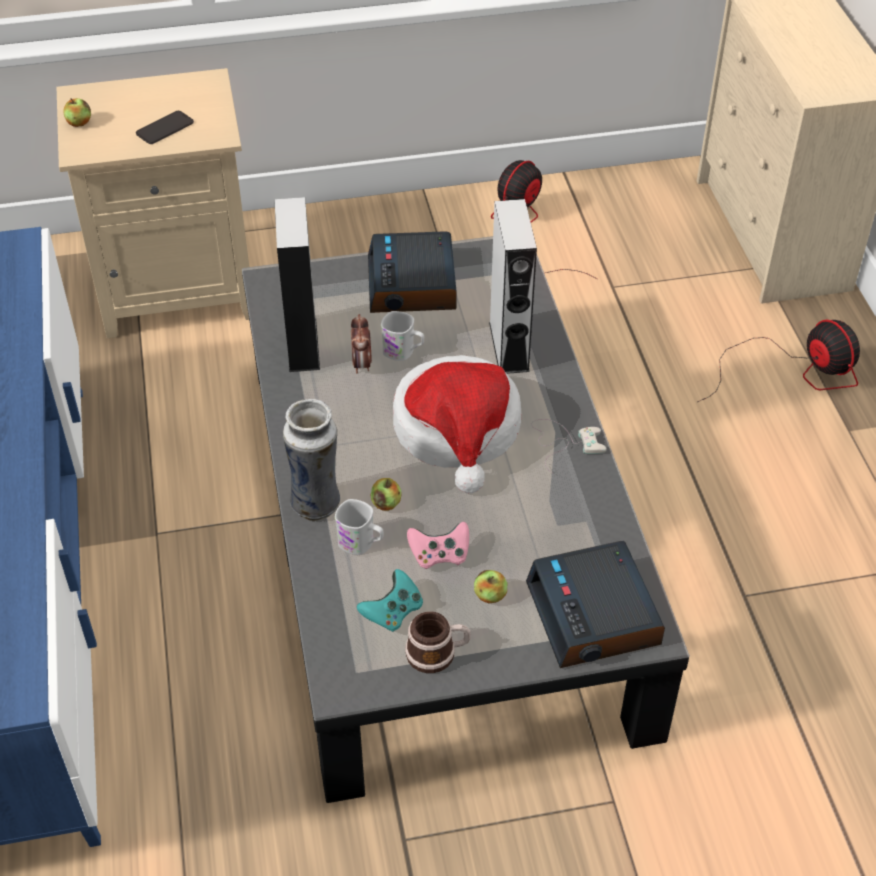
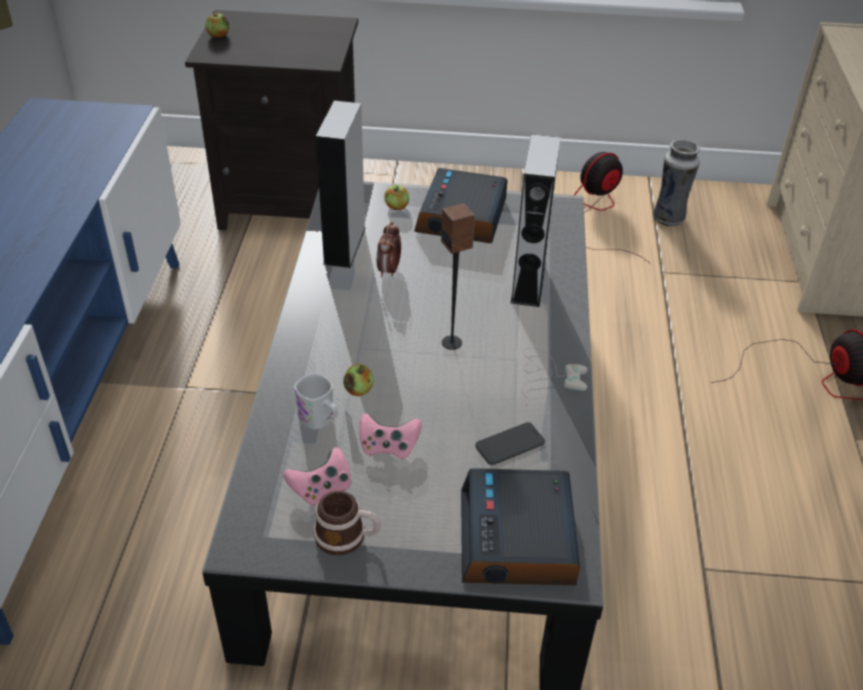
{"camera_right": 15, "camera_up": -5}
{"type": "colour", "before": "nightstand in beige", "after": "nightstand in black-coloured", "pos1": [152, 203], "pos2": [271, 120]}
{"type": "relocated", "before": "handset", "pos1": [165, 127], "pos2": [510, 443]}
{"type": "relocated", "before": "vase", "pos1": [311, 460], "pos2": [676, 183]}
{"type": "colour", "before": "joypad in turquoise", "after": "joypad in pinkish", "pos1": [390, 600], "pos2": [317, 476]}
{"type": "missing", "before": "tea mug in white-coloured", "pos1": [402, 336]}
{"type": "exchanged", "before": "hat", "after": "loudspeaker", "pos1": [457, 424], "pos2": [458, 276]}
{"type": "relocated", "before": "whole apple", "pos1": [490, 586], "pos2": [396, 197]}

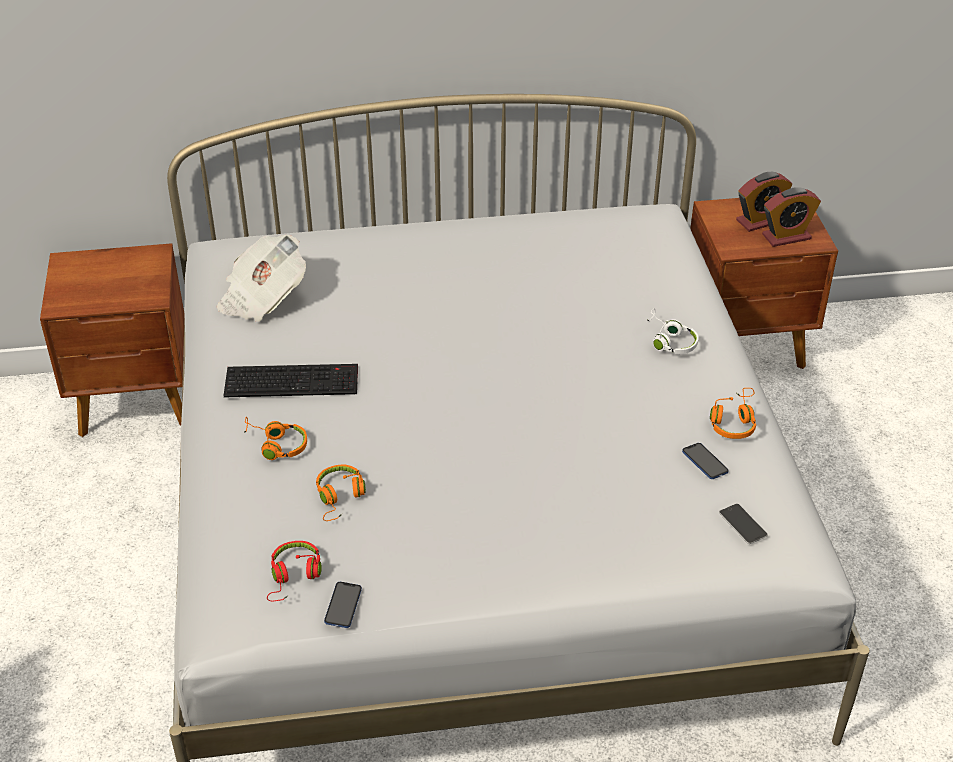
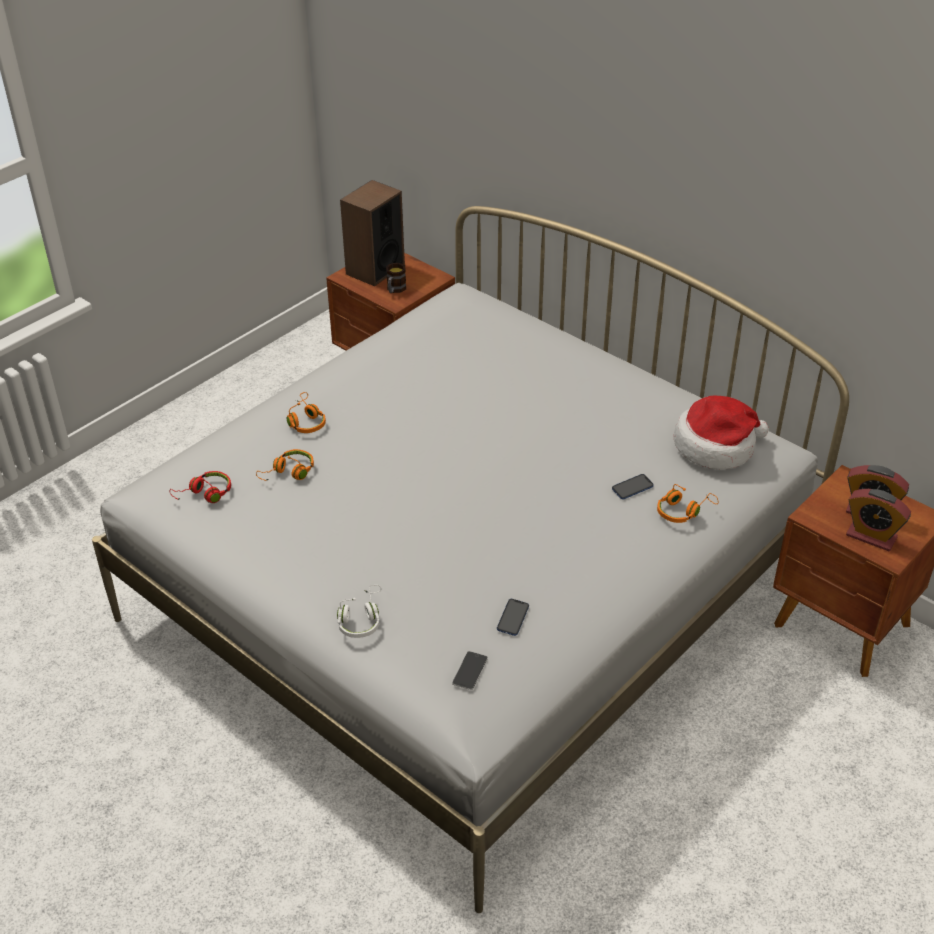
{"camera_right": 50, "camera_up": 0}
{"type": "missing", "before": "daily paper", "pos1": [261, 278]}
{"type": "missing", "before": "computer keyboard", "pos1": [290, 380]}
{"type": "relocated", "before": "handset", "pos1": [343, 605], "pos2": [633, 486]}
{"type": "relocated", "before": "headphones in white-coloured", "pos1": [673, 331], "pos2": [359, 611]}
{"type": "relocated", "before": "headphones in orangey", "pos1": [733, 413], "pos2": [687, 503]}
{"type": "appeared", "after": "loudspeaker", "pos2": [372, 233]}
{"type": "appeared", "after": "tea mug", "pos2": [396, 278]}
{"type": "appeared", "after": "hat", "pos2": [721, 432]}

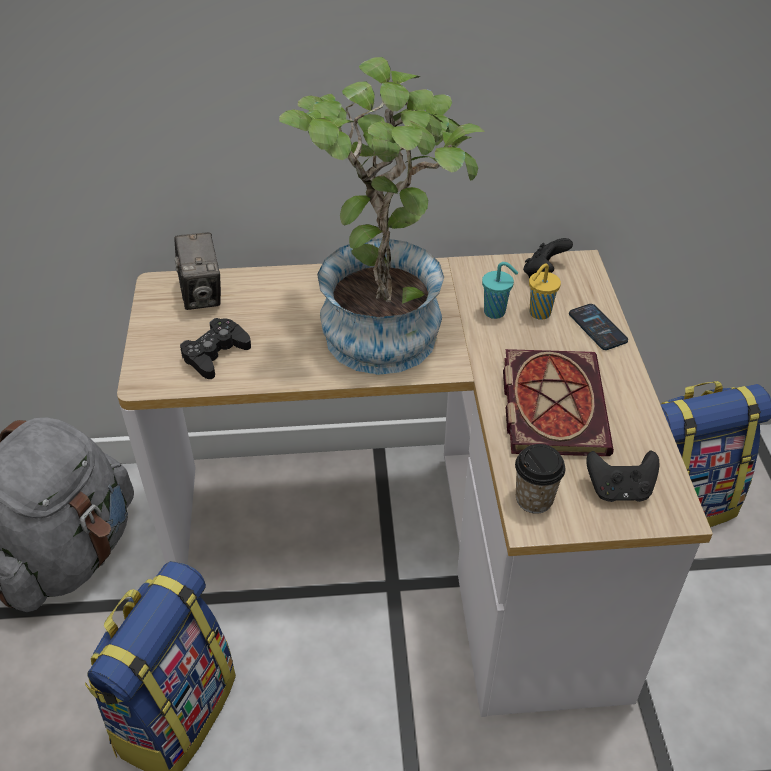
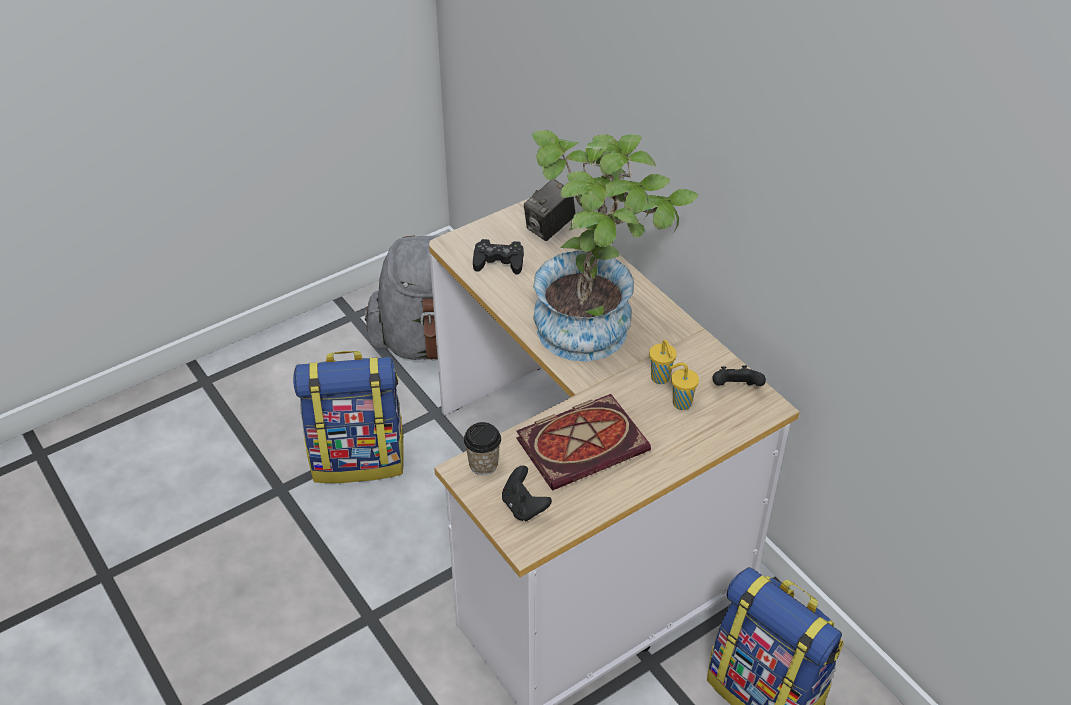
{"camera_right": 60, "camera_up": 0}
{"type": "colour", "before": "cup in turquoise", "after": "cup in yellowish", "pos1": [500, 290], "pos2": [663, 362]}
{"type": "missing", "before": "handset", "pos1": [598, 327]}

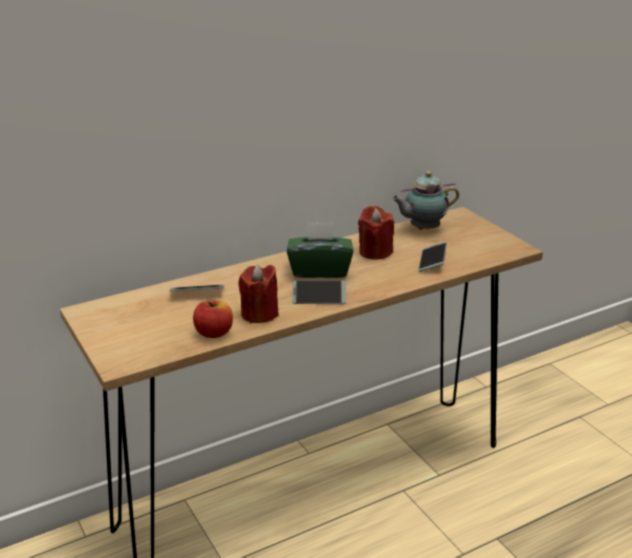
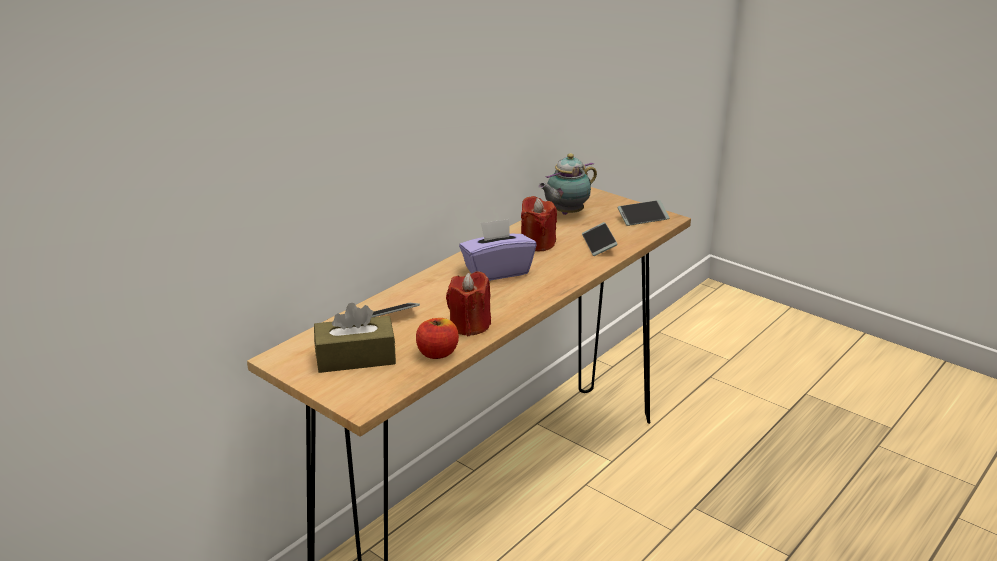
{"camera_right": -20, "camera_up": 0}
{"type": "colour", "before": "box of tissues in greenish", "after": "box of tissues in purplish", "pos1": [320, 250], "pos2": [498, 250]}
{"type": "relocated", "before": "handset", "pos1": [319, 292], "pos2": [644, 213]}
{"type": "appeared", "after": "box of tissues in brown", "pos2": [355, 338]}

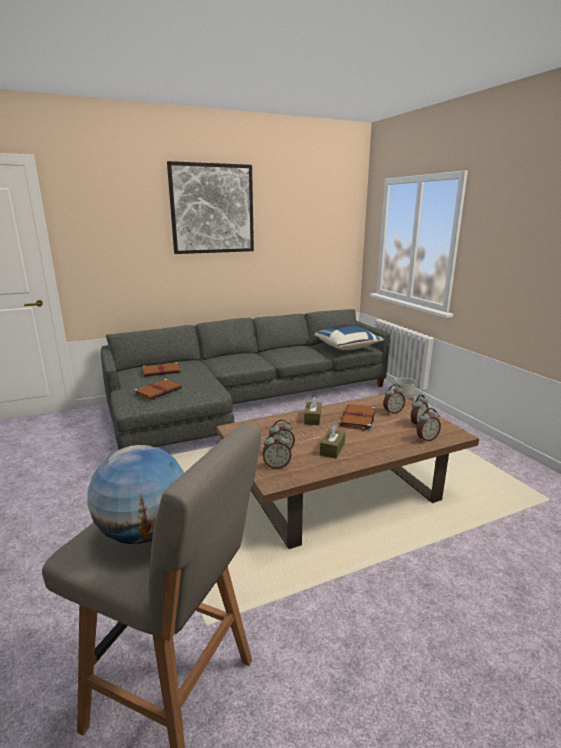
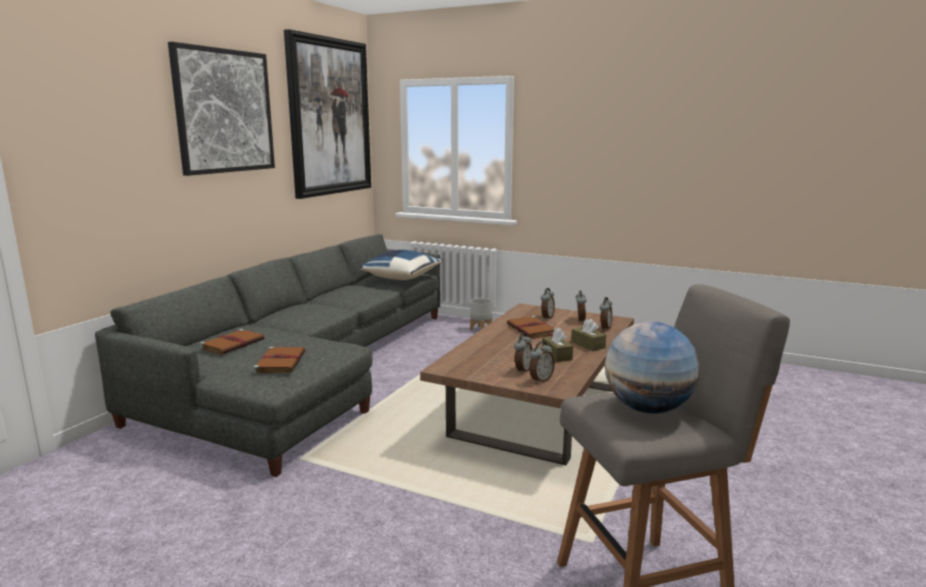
{"camera_right": -40, "camera_up": -5}
{"type": "relocated", "before": "box of tissues in brown", "pos1": [312, 411], "pos2": [588, 335]}
{"type": "appeared", "after": "wall picture", "pos2": [327, 114]}

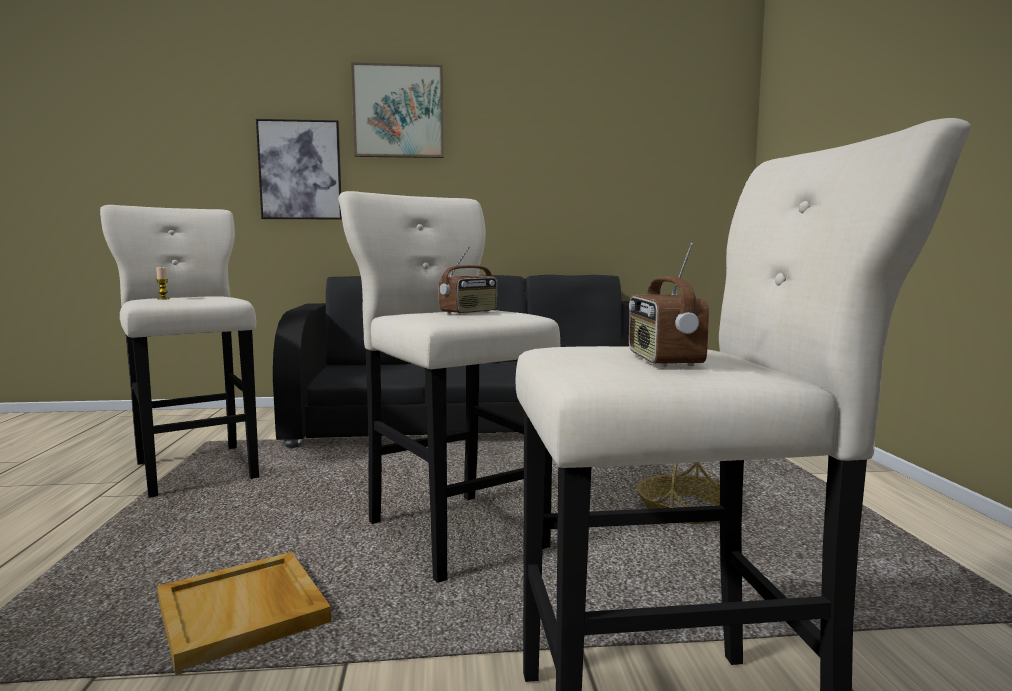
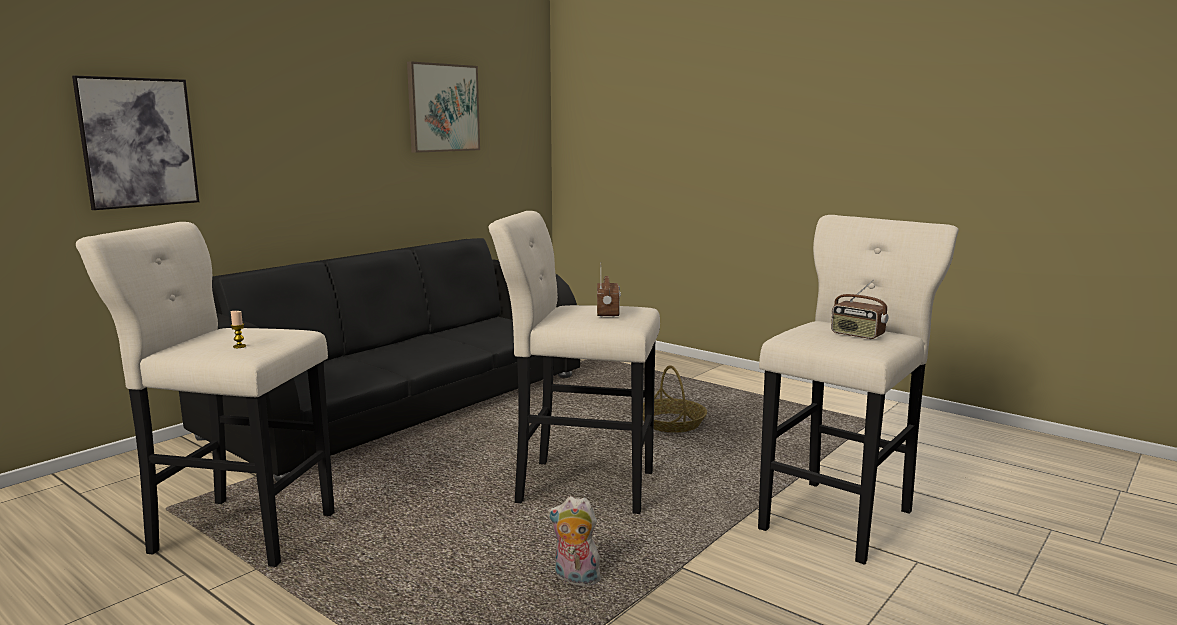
{"camera_right": -45, "camera_up": 5}
{"type": "exchanged", "before": "carrying tray in beige", "after": "soft toy", "pos1": [244, 614], "pos2": [574, 541]}
{"type": "relocated", "before": "wall picture", "pos1": [397, 110], "pos2": [443, 107]}

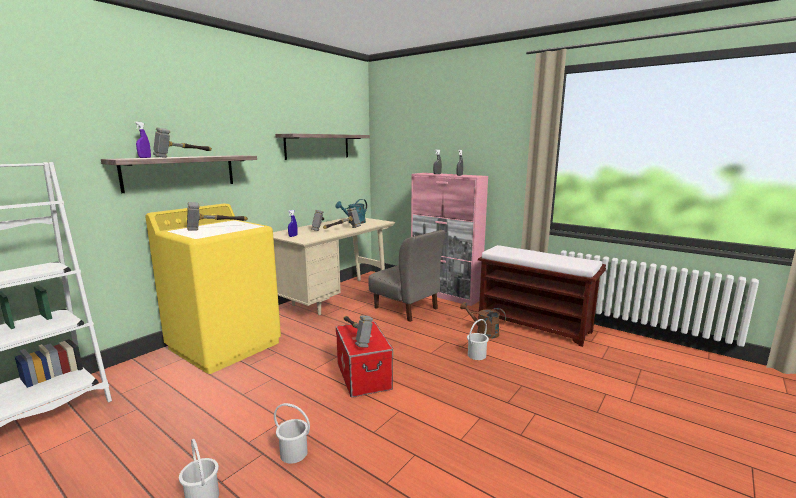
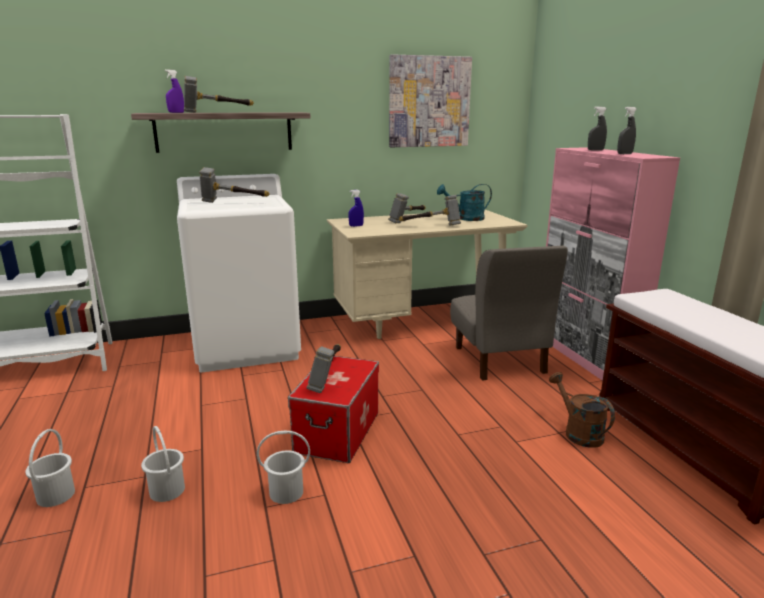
{"camera_right": 35, "camera_up": 5}
{"type": "colour", "before": "laundry machine in yellowish", "after": "laundry machine in white-coloured", "pos1": [213, 288], "pos2": [239, 273]}
{"type": "exchanged", "before": "shelf", "after": "wall picture", "pos1": [322, 147], "pos2": [430, 100]}
{"type": "relocated", "before": "water bucket in white-coloured", "pos1": [478, 339], "pos2": [283, 467]}

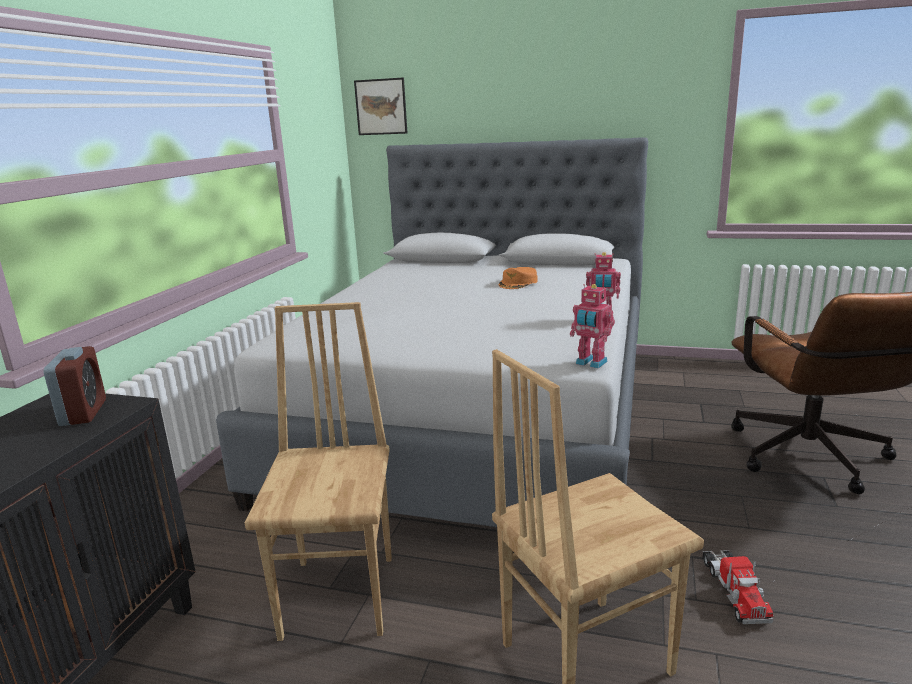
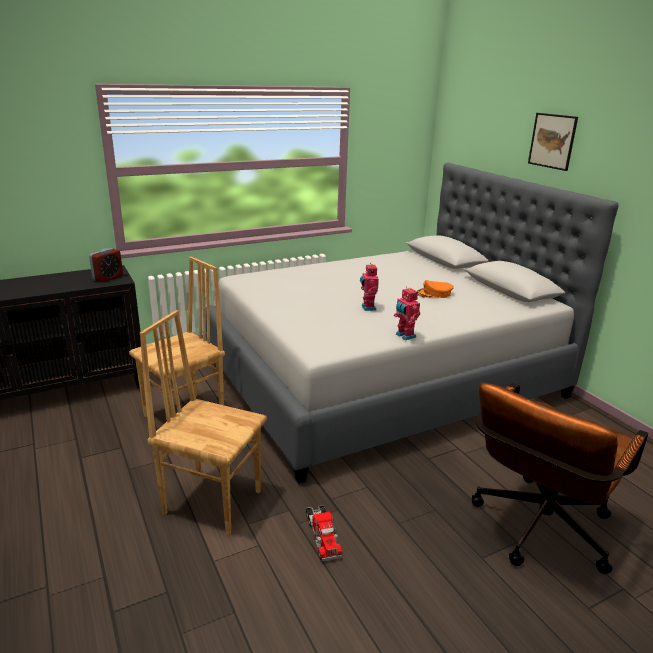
{"camera_right": 45, "camera_up": 5}
{"type": "relocated", "before": "wall picture", "pos1": [380, 106], "pos2": [553, 142]}
{"type": "relocated", "before": "model robot", "pos1": [592, 326], "pos2": [369, 287]}
{"type": "spun", "before": "toy truck", "pos1": [738, 587], "pos2": [324, 533], "turn": -60}

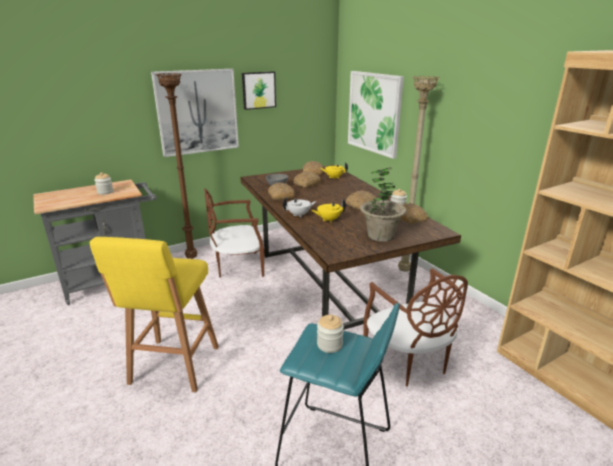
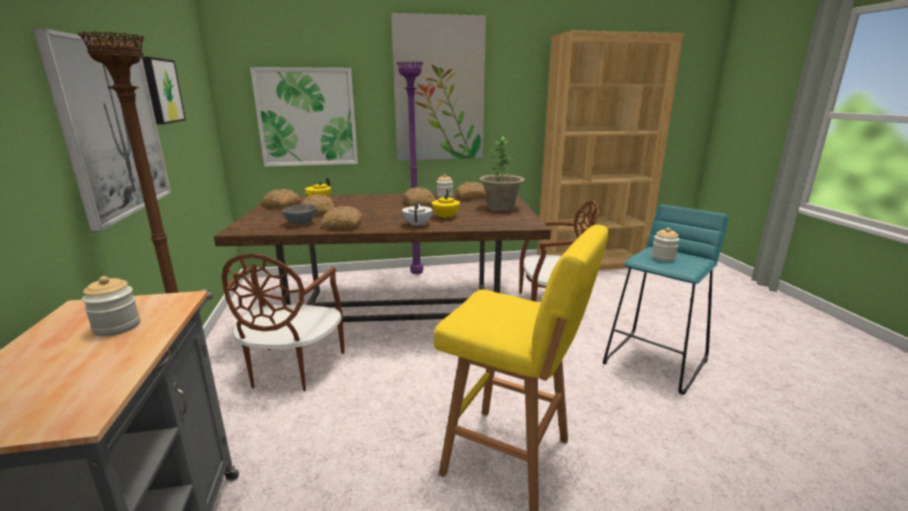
{"camera_right": -70, "camera_up": -5}
{"type": "colour", "before": "floor lamp in beige", "after": "floor lamp in purplish", "pos1": [418, 174], "pos2": [410, 167]}
{"type": "appeared", "after": "wall picture", "pos2": [438, 86]}

